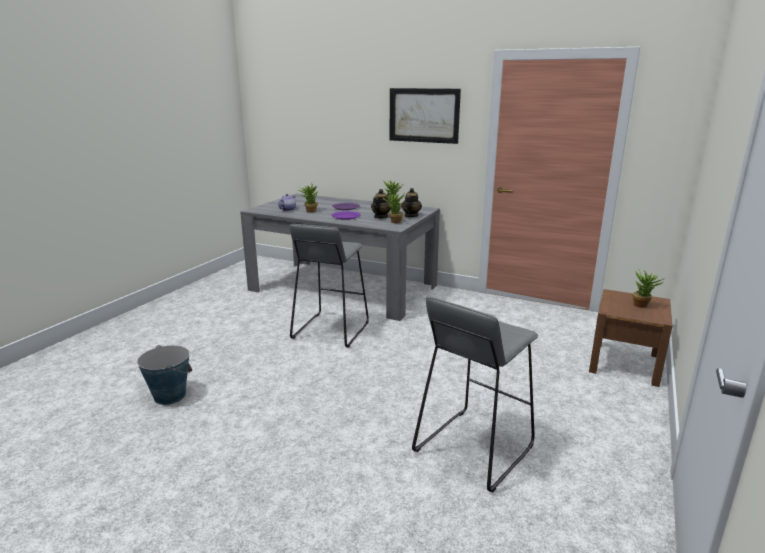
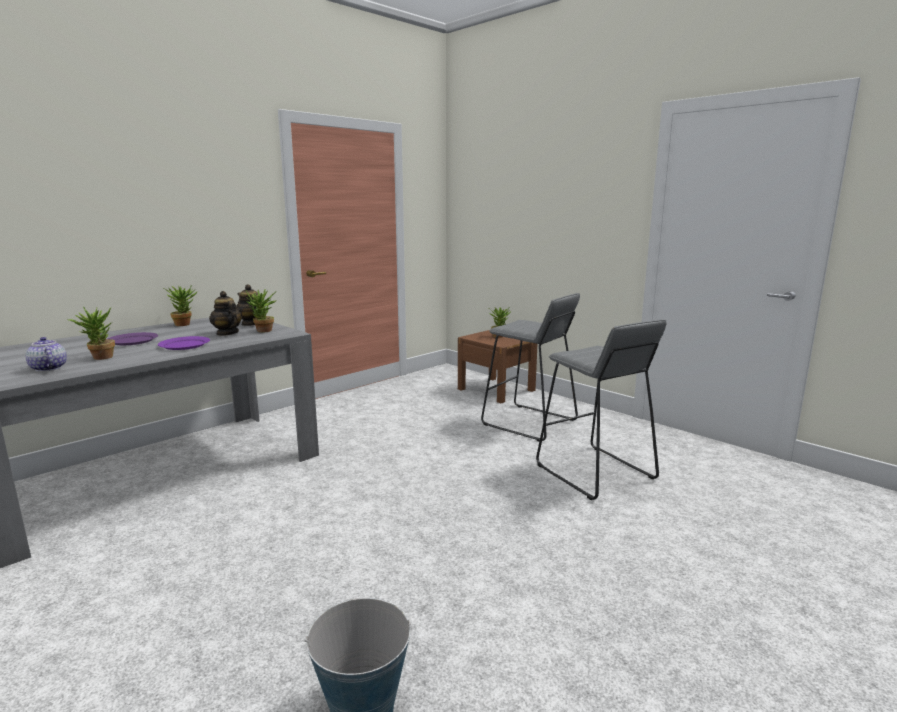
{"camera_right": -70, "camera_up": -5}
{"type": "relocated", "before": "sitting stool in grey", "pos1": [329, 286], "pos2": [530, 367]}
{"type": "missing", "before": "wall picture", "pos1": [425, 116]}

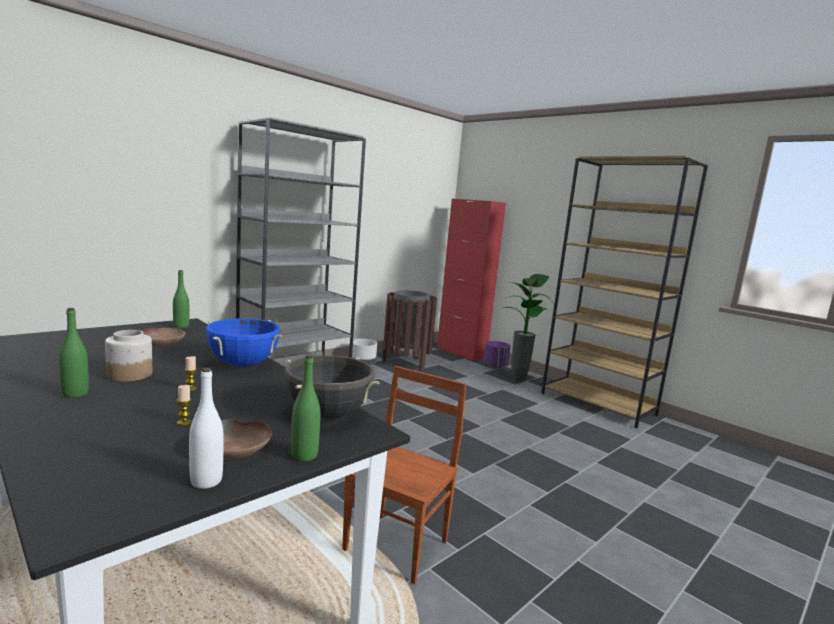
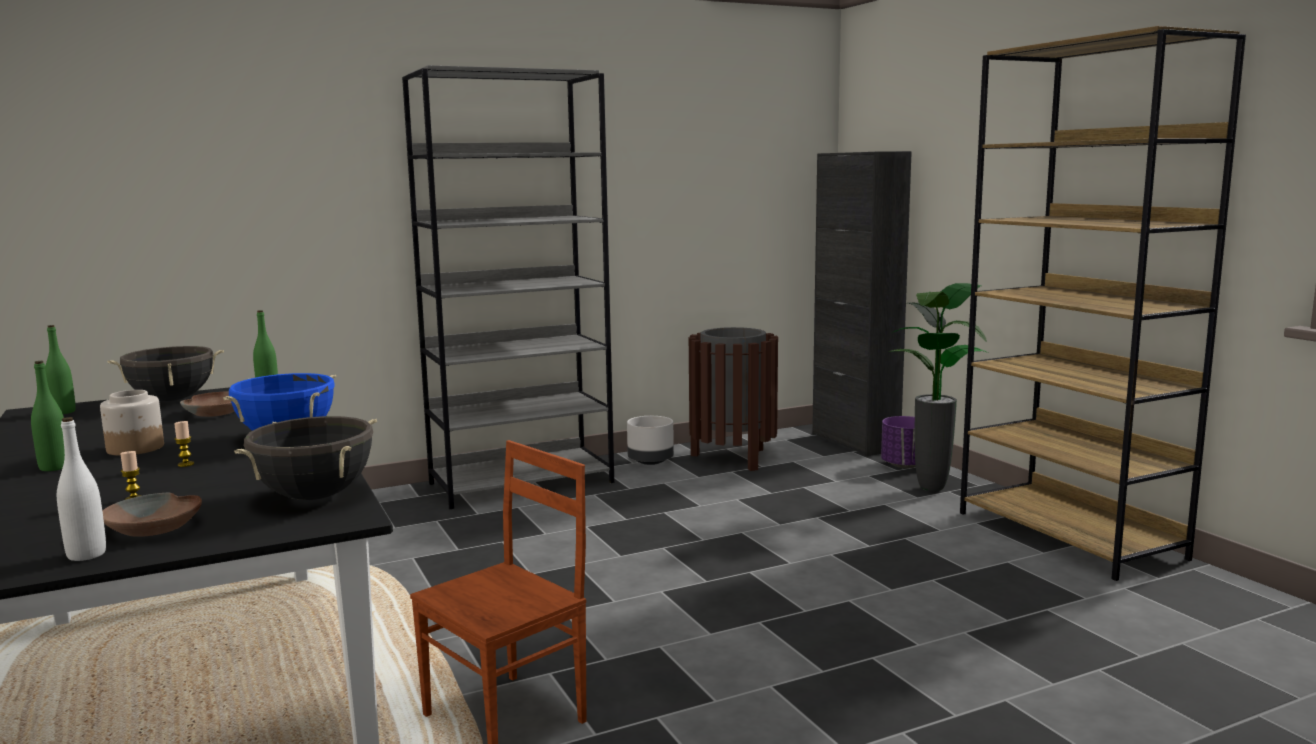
{"camera_right": 20, "camera_up": 0}
{"type": "relocated", "before": "beverage bottle in greenish", "pos1": [306, 408], "pos2": [60, 369]}
{"type": "colour", "before": "cupboard in red-coloured", "after": "cupboard in black-coloured", "pos1": [471, 280], "pos2": [862, 303]}
{"type": "appeared", "after": "cooking pot in black-coloured", "pos2": [165, 373]}

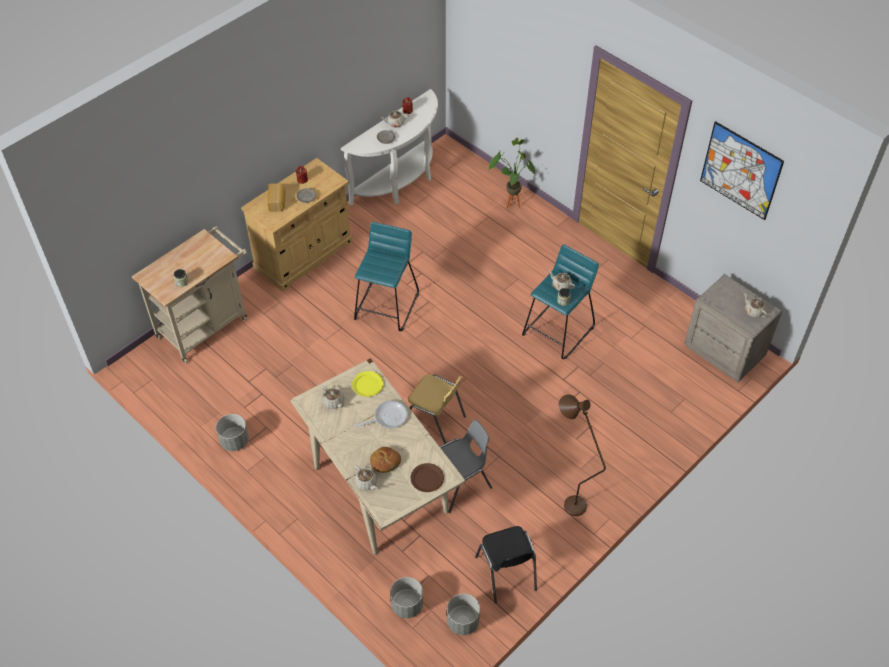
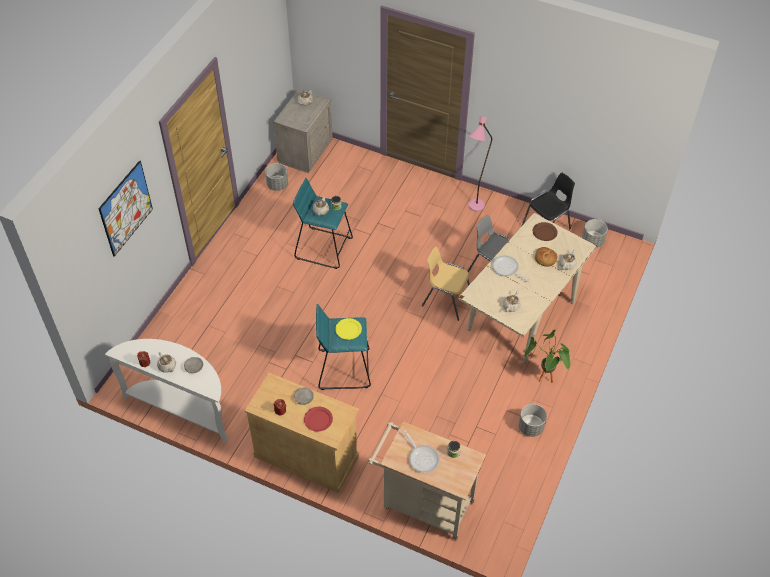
{"camera_right": -110, "camera_up": 0}
{"type": "exchanged", "before": "baked bread", "after": "dinner plate in red-coloured", "pos1": [276, 197], "pos2": [318, 419]}
{"type": "relocated", "before": "dinner plate in yellowish", "pos1": [368, 384], "pos2": [348, 329]}
{"type": "relocated", "before": "planter in grey", "pos1": [406, 597], "pos2": [276, 177]}
{"type": "spun", "before": "plain chair in yellowish", "pos1": [437, 409], "pos2": [446, 284], "turn": -75}
{"type": "relocated", "before": "potted plant", "pos1": [512, 173], "pos2": [548, 356]}
{"type": "colour", "before": "floor lamp in brown", "after": "floor lamp in pinkish", "pos1": [582, 455], "pos2": [480, 163]}
{"type": "relocated", "before": "wall picture", "pos1": [742, 170], "pos2": [125, 208]}
{"type": "appeared", "after": "skillet", "pos2": [422, 451]}

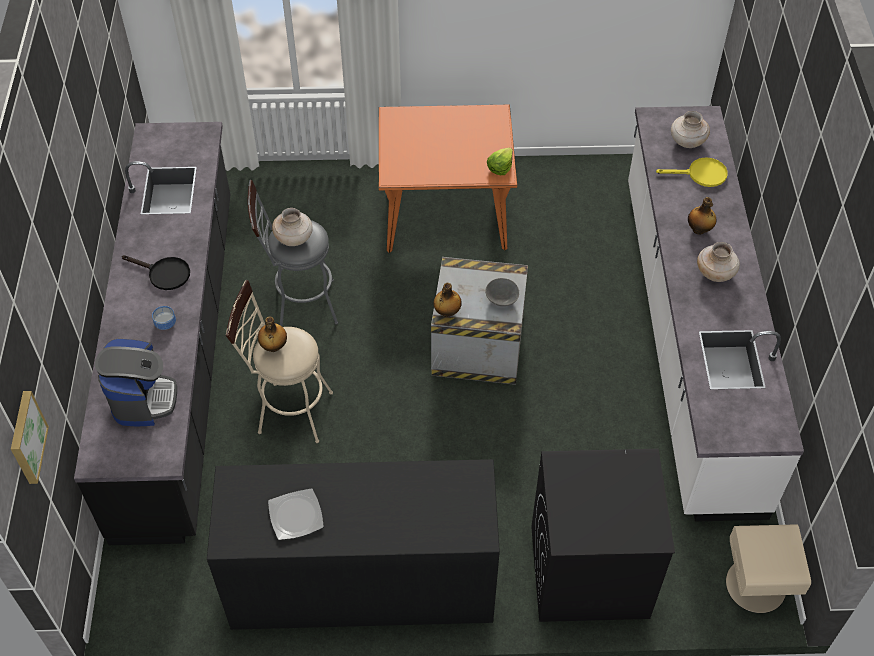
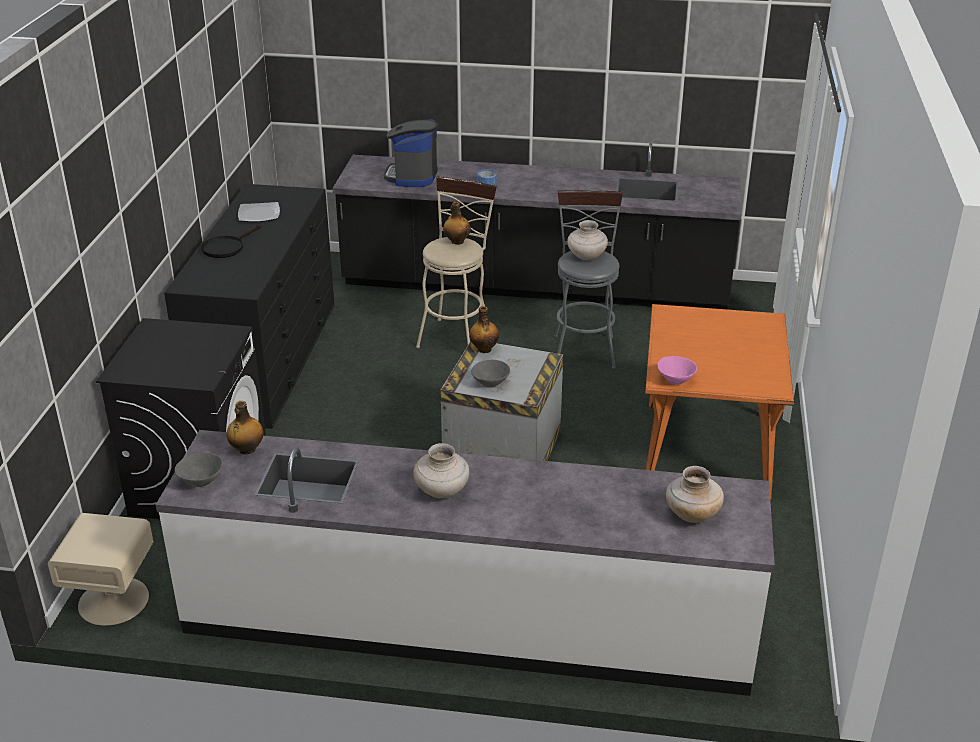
{"camera_right": 100, "camera_up": -20}
{"type": "missing", "before": "wall picture", "pos1": [30, 437]}
{"type": "spun", "before": "coffee maker", "pos1": [136, 382], "pos2": [411, 153], "turn": 90}
{"type": "relocated", "before": "skillet in black-coloured", "pos1": [156, 272], "pos2": [231, 241]}
{"type": "exchanged", "before": "lettuce head", "after": "bowl in pinkish", "pos1": [500, 161], "pos2": [677, 370]}
{"type": "missing", "before": "skillet in yellowish", "pos1": [692, 172]}
{"type": "relocated", "before": "beverage bottle", "pos1": [702, 216], "pos2": [245, 428]}
{"type": "appeared", "after": "bowl in grey", "pos2": [199, 469]}

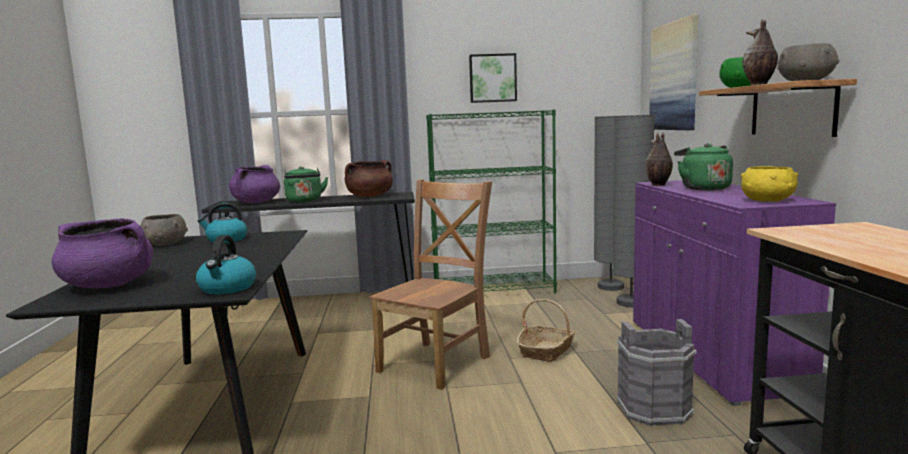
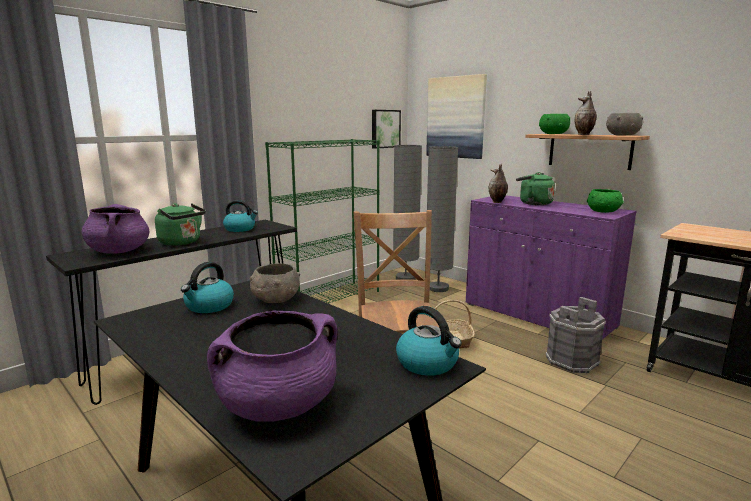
{"camera_right": -40, "camera_up": 5}
{"type": "relocated", "before": "bowl in grey", "pos1": [164, 230], "pos2": [275, 283]}
{"type": "exchanged", "before": "cooking pot in brown", "after": "kettle", "pos1": [369, 178], "pos2": [240, 216]}
{"type": "relocated", "before": "wall picture", "pos1": [493, 78], "pos2": [386, 129]}
{"type": "colour", "before": "bowl in yellowish", "after": "bowl in greenish", "pos1": [769, 184], "pos2": [605, 201]}

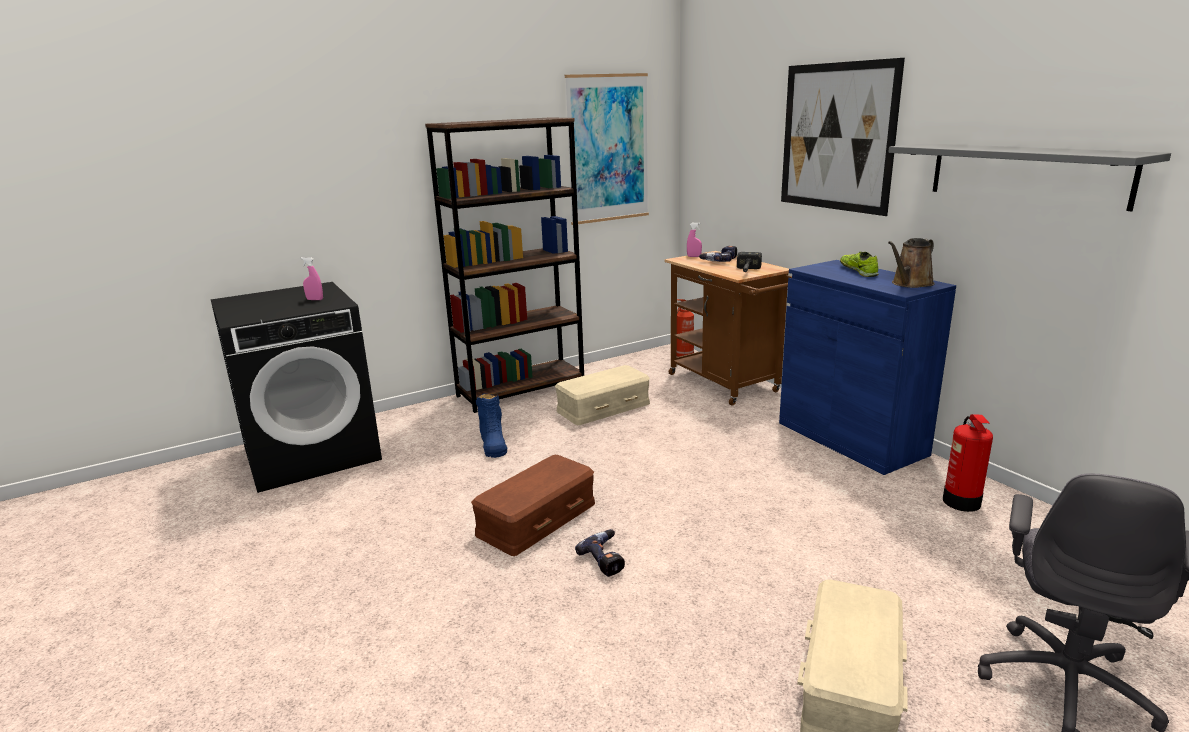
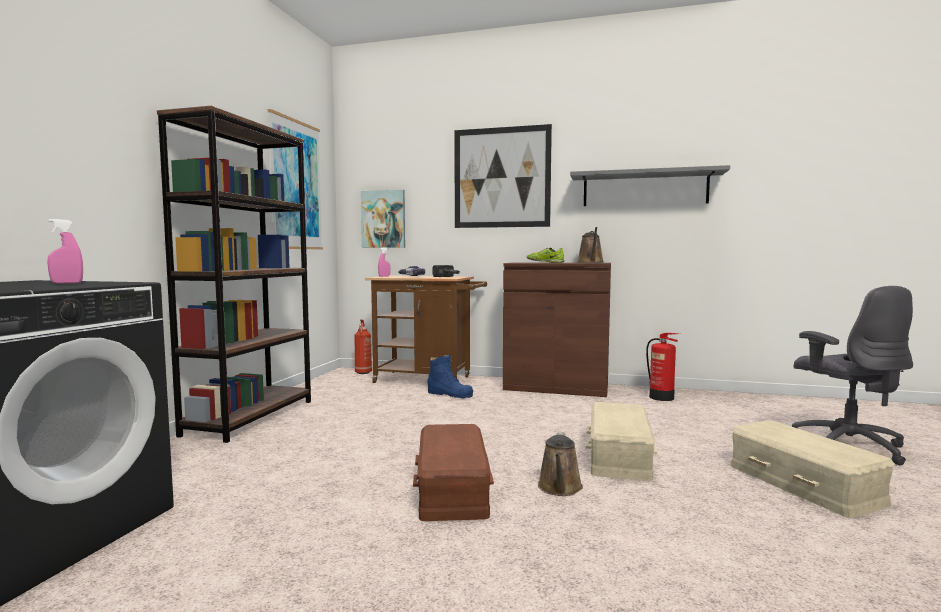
{"camera_right": -45, "camera_up": -15}
{"type": "relocated", "before": "high-top boot in bluish", "pos1": [491, 426], "pos2": [450, 376]}
{"type": "relocated", "before": "storage box in beige", "pos1": [602, 395], "pos2": [621, 441]}
{"type": "exchanged", "before": "power drill", "after": "watering can in brown", "pos1": [600, 553], "pos2": [560, 464]}
{"type": "colour", "before": "cupboard in bluish", "after": "cupboard in brown", "pos1": [867, 367], "pos2": [557, 329]}
{"type": "appeared", "after": "wall picture", "pos2": [383, 219]}

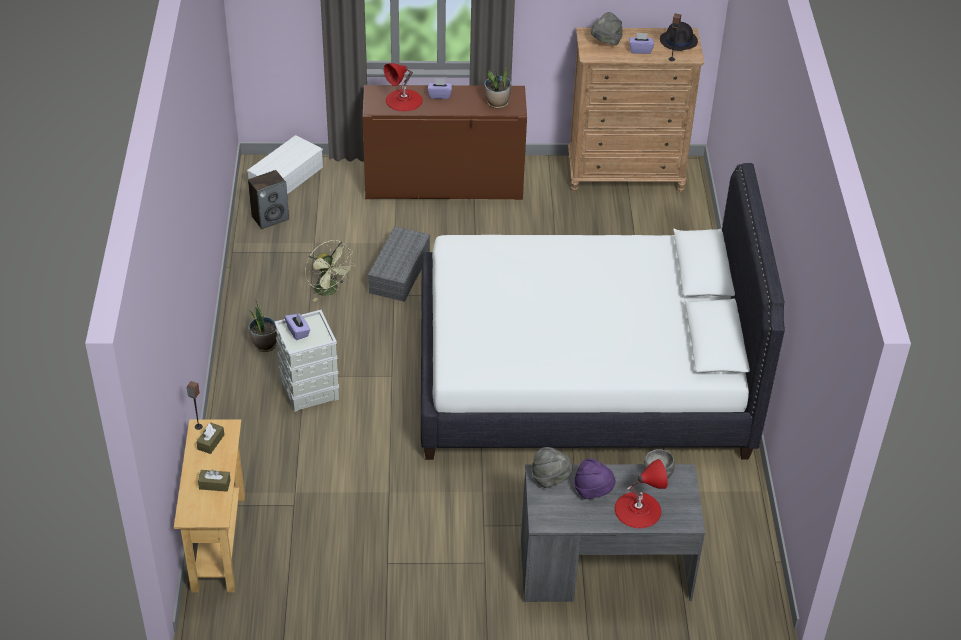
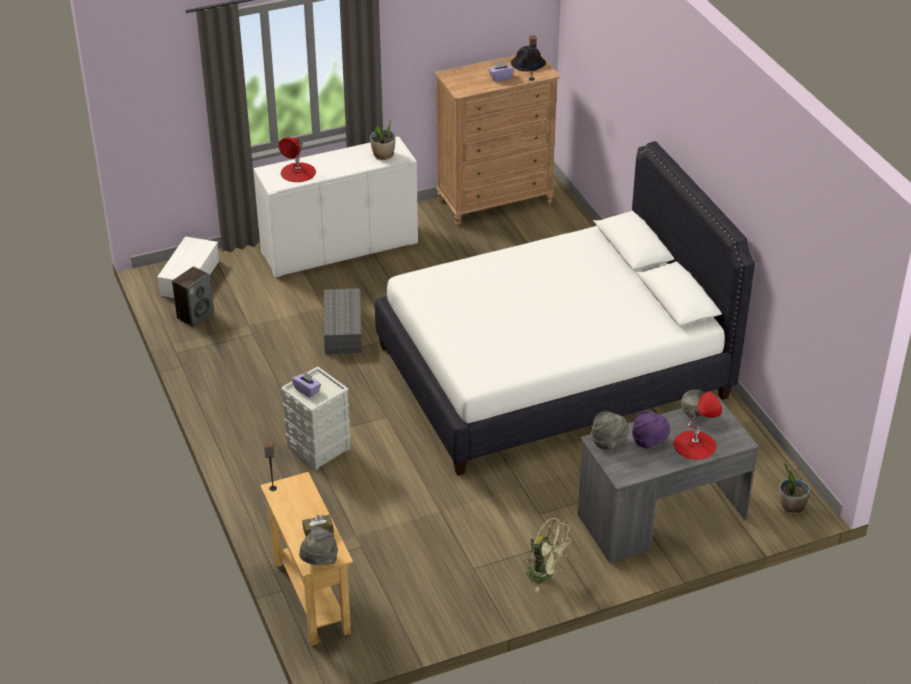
{"camera_right": -20, "camera_up": -5}
{"type": "missing", "before": "box of tissues in brown", "pos1": [210, 438]}
{"type": "relocated", "before": "potted plant", "pos1": [263, 326], "pos2": [794, 489]}
{"type": "relocated", "before": "fan in greenish", "pos1": [330, 271], "pos2": [548, 555]}
{"type": "colour", "before": "cupboard in brown", "after": "cupboard in white-coloured", "pos1": [444, 142], "pos2": [335, 207]}
{"type": "missing", "before": "box of tissues in purplish", "pos1": [440, 89]}
{"type": "relocated", "before": "hat in grey", "pos1": [607, 28], "pos2": [318, 545]}

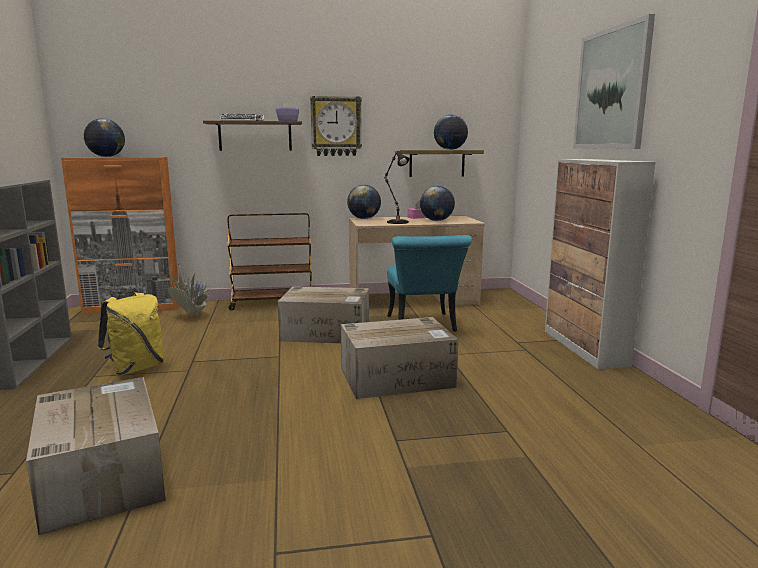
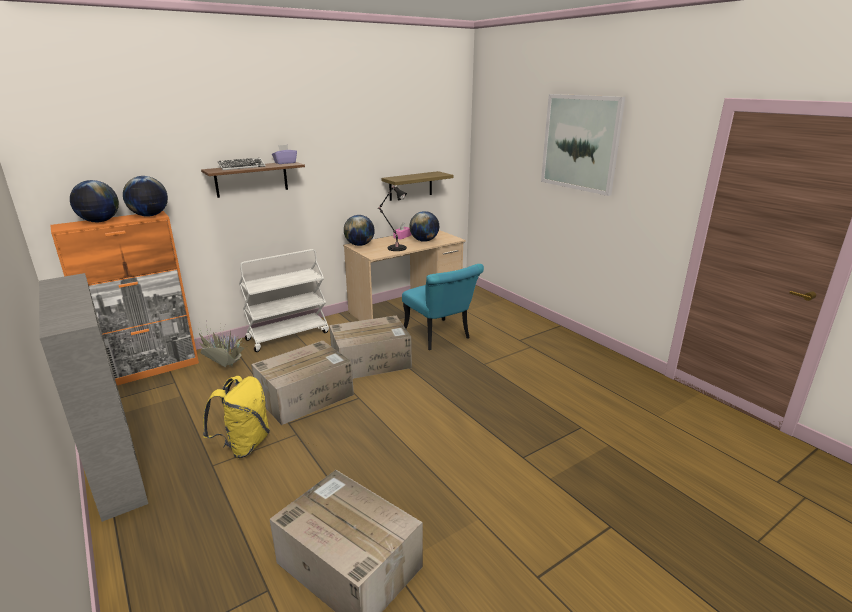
{"camera_right": -25, "camera_up": 10}
{"type": "colour", "before": "wheeled cart in brown", "after": "wheeled cart in white-coloured", "pos1": [270, 261], "pos2": [284, 300]}
{"type": "missing", "before": "wall clock", "pos1": [336, 126]}
{"type": "relocated", "before": "packing box", "pos1": [399, 358], "pos2": [302, 383]}
{"type": "relocated", "before": "globe", "pos1": [451, 132], "pos2": [145, 196]}
{"type": "missing", "before": "cupboard", "pos1": [600, 264]}

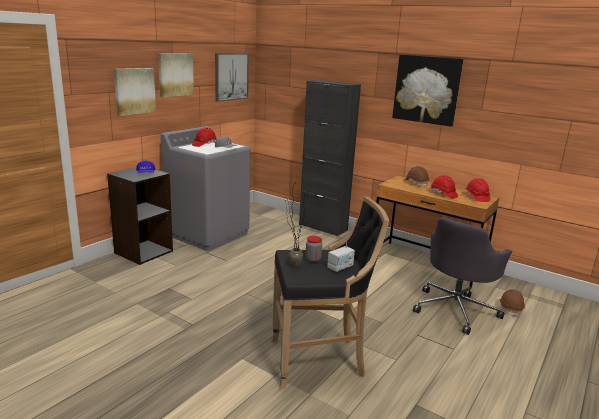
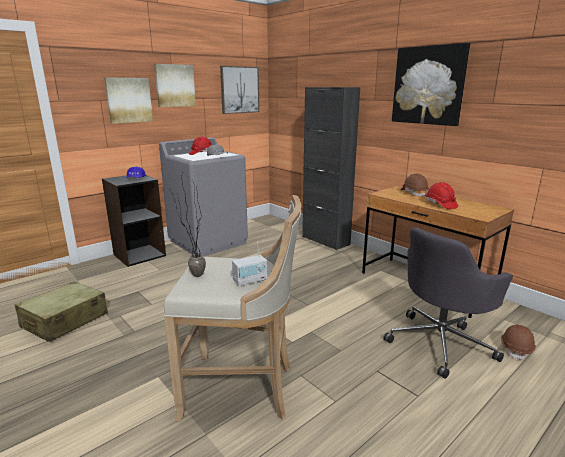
{"camera_right": 15, "camera_up": 0}
{"type": "colour", "before": "sitting stool in black-coloured", "after": "sitting stool in beige", "pos1": [330, 292], "pos2": [232, 308]}
{"type": "missing", "before": "preserve jar", "pos1": [313, 249]}
{"type": "missing", "before": "safety helmet in red-coloured", "pos1": [478, 190]}
{"type": "appeared", "after": "suitcase in beige", "pos2": [61, 312]}

